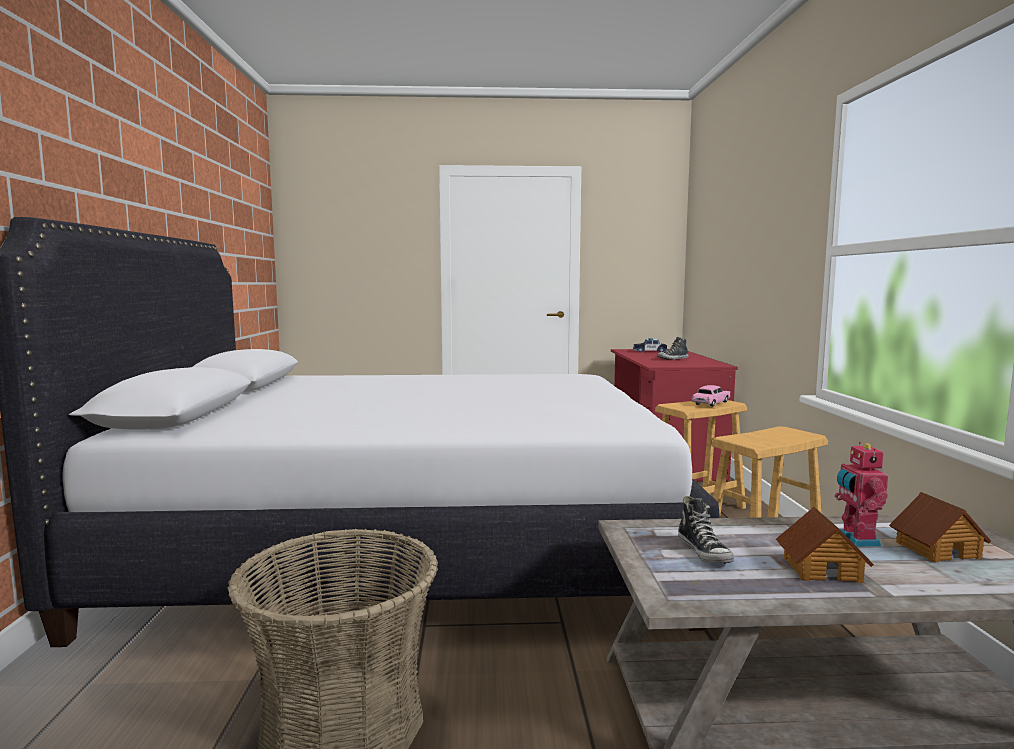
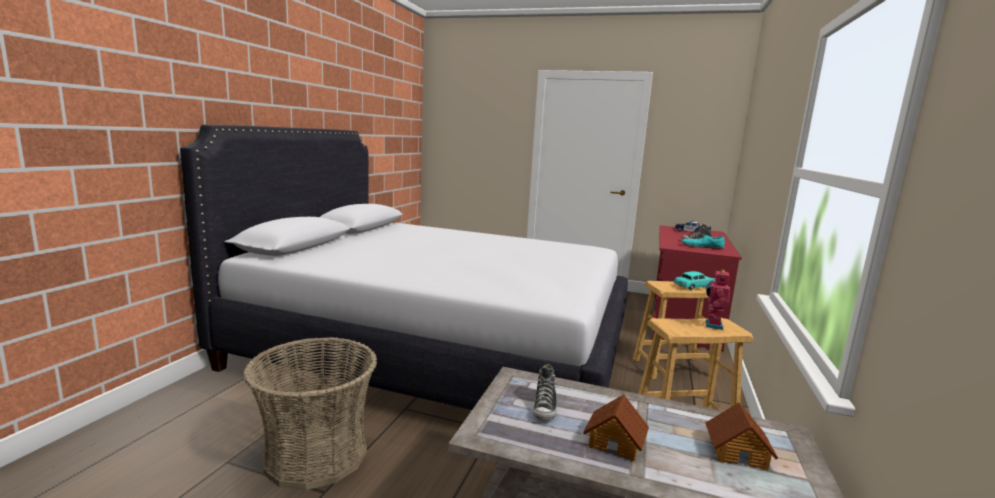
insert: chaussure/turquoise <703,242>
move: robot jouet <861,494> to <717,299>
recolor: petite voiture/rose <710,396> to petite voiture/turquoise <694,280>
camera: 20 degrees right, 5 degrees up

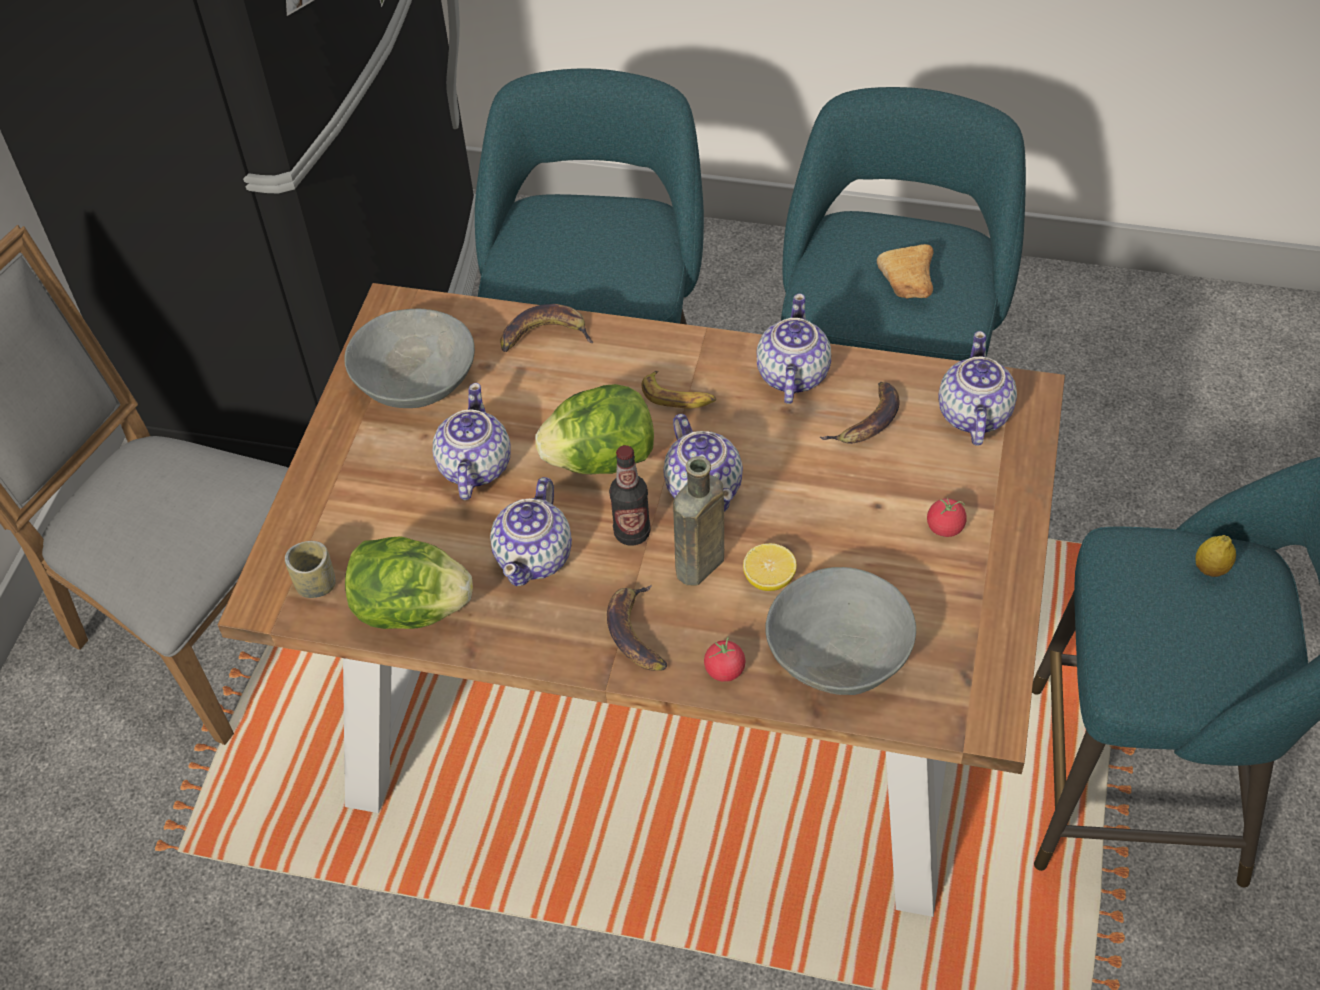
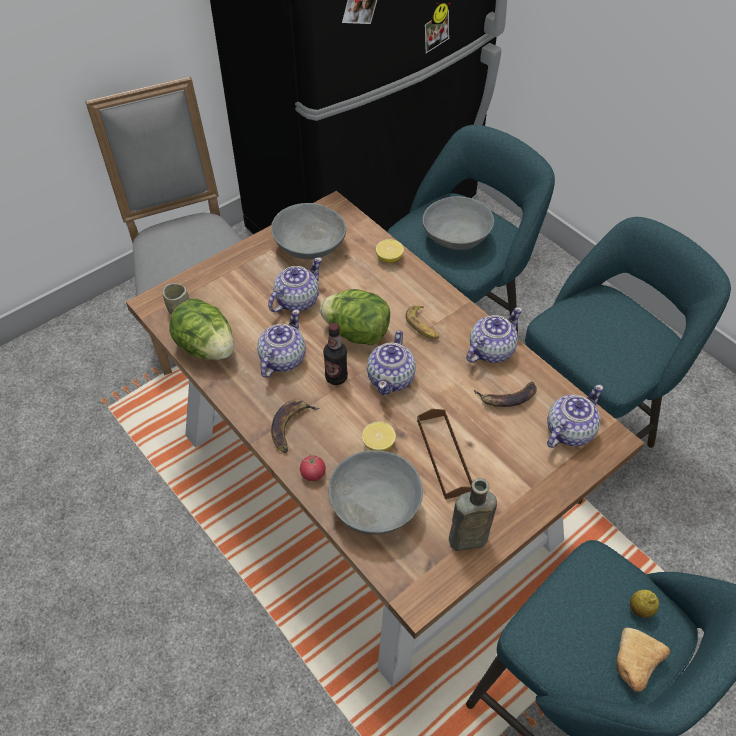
delete: tomate <947,517>
insert: plateau/marron <445,454>; bol/gris <458,223>
move: bouteille/marron <698,521> to <473,514>; pain <905,271> to <643,659>
replace: banane <547,328> to citron <390,251>
rotate: théière <531,531> = <281,343> 150 degrees clockwise
camera: 35 degrees right, 0 degrees up

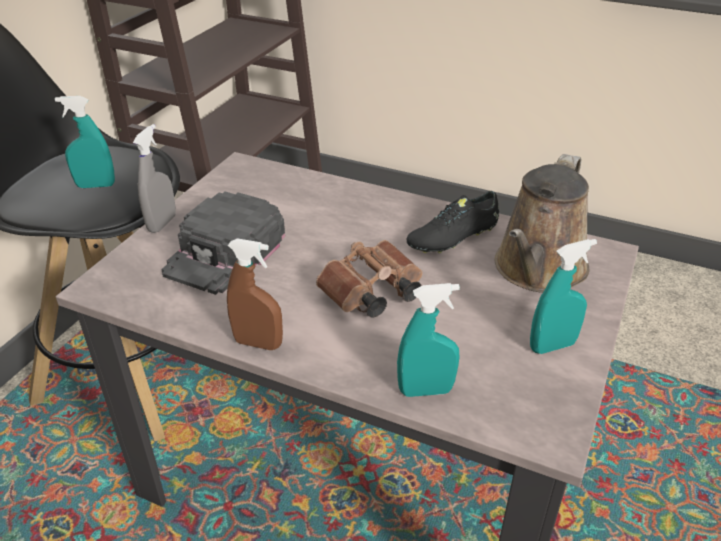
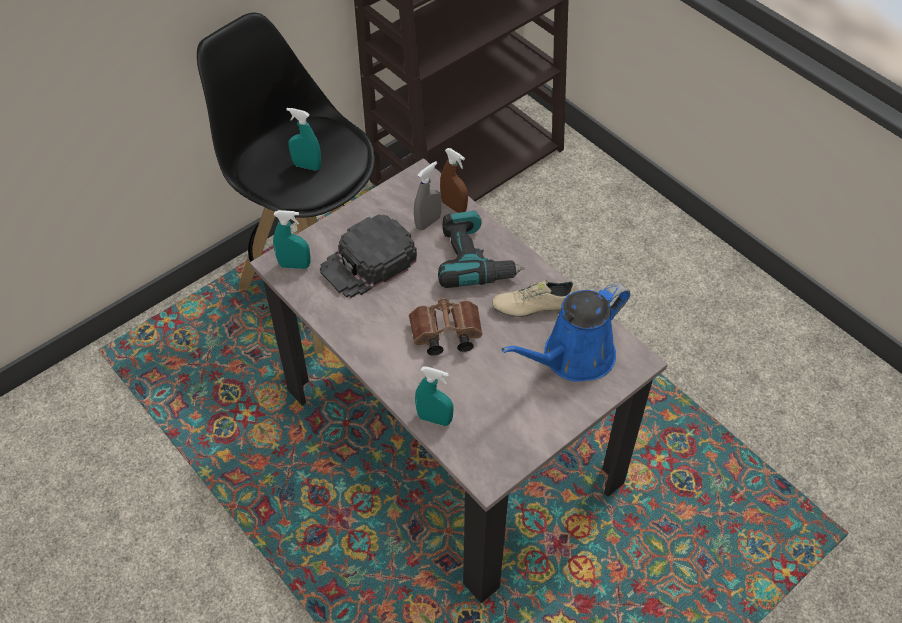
insert: perceuse <481,249>
move: vaporisateur/gris <154,178> to <428,195>; vaporisateur/marron <255,294> to <454,180>; vaporisateur/turquoise <563,296> to <292,239>
recolor: chaussure/noir <453,222> to chaussure/beige <534,298>; arrosoir/marron <542,223> to arrosoir/bleu <566,332>
camera: 25 degrees right, 15 degrees up

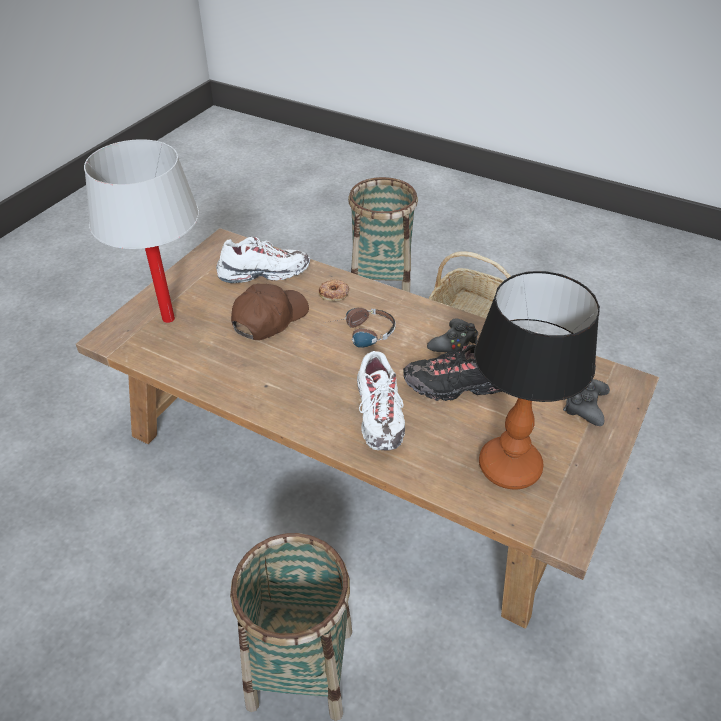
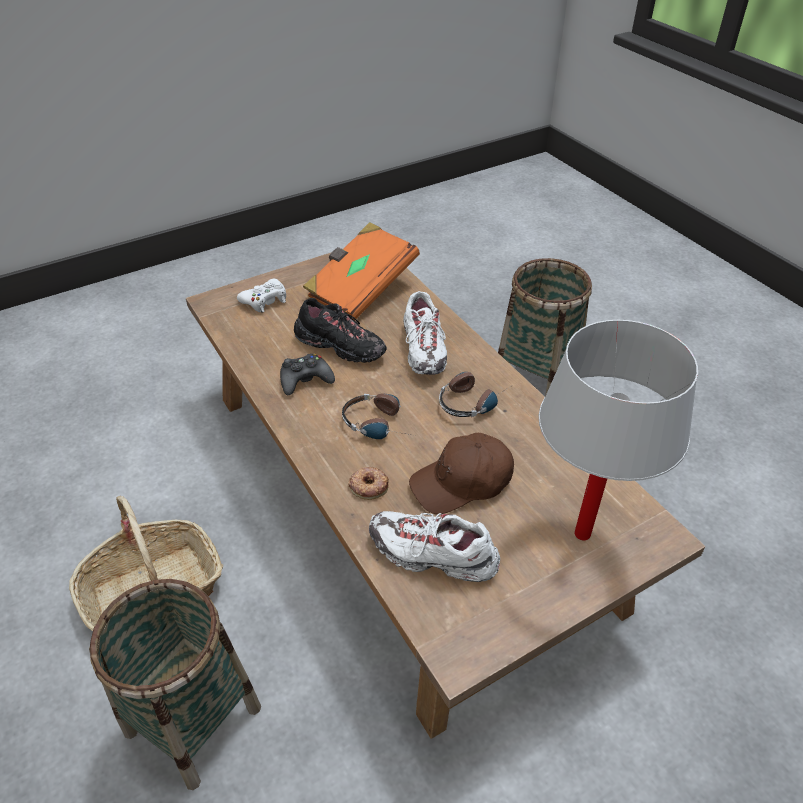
insert: casque audio <475,394>
replace: lampe de table <537,380> to livre/orange <361,270>
recolor: manette/noir <586,402> to manette/blanc <261,296>
rotate: chaussure/blanc <381,401> = <425,333> 150 degrees clockwise
camera: 150 degrees left, 0 degrees up

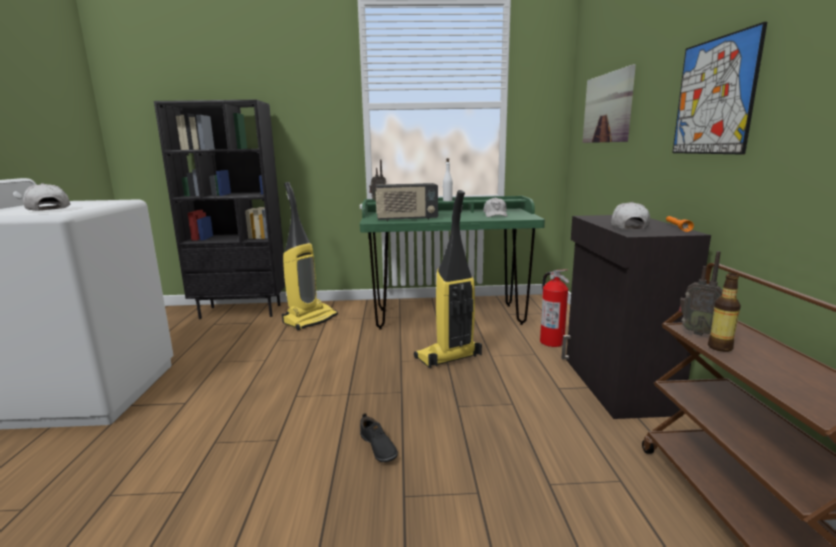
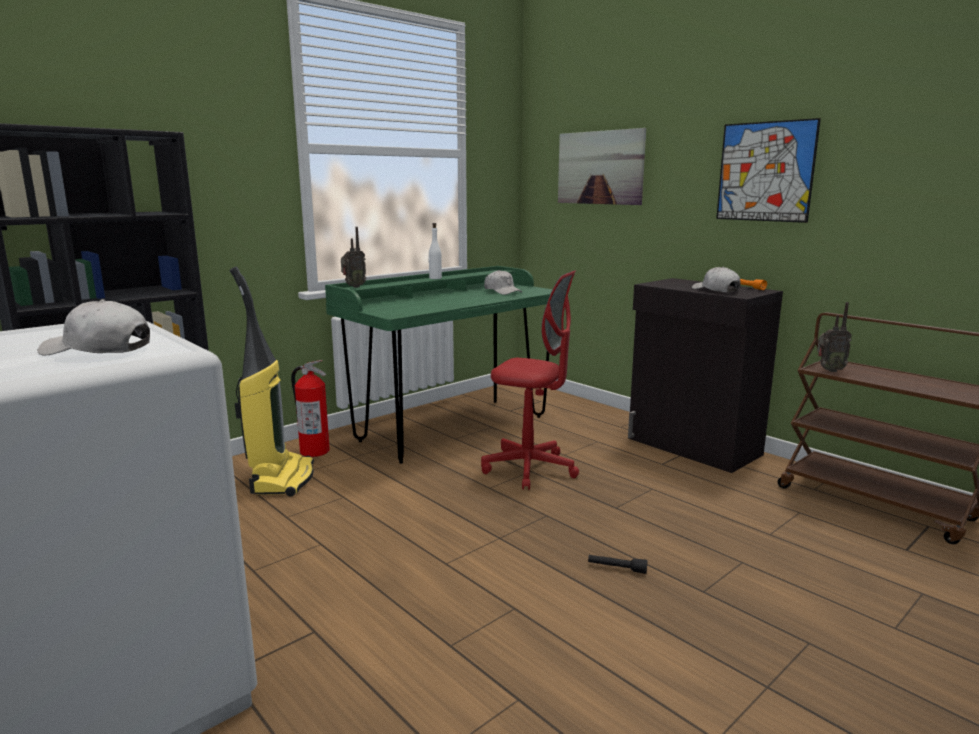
delete: radio <407,202>; bouteille <724,312>
move: extincteur <554,308> to <310,408>
replace: chaussure/noir <379,437> to lampe de poche/noir <618,564>; aspirateur <448,279> to chaise de bureau/rouge <530,380>
camera: 40 degrees left, 0 degrees up

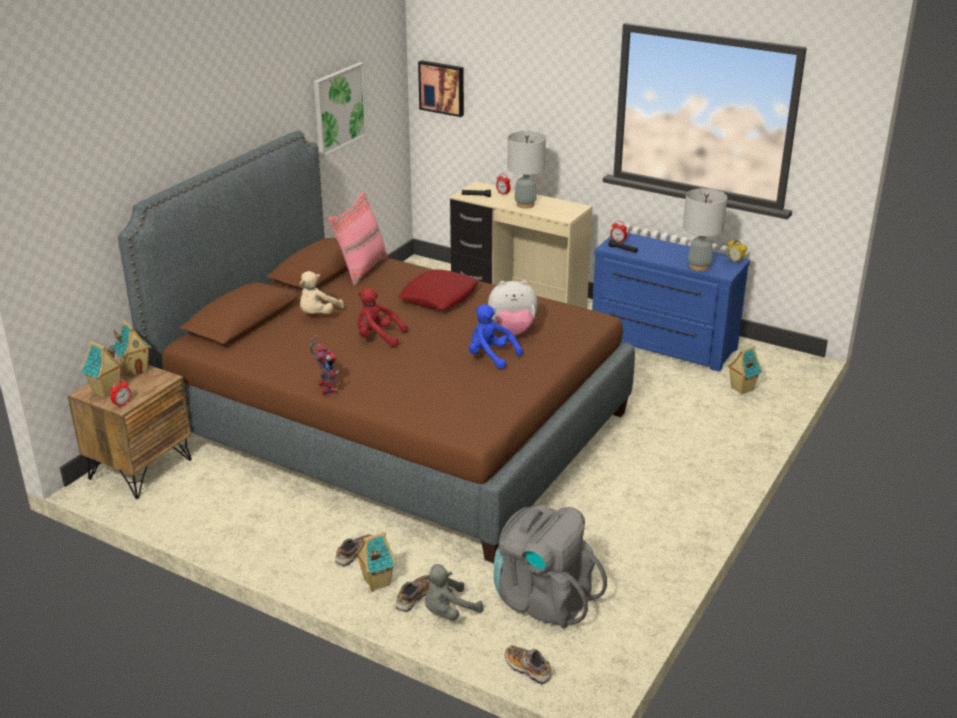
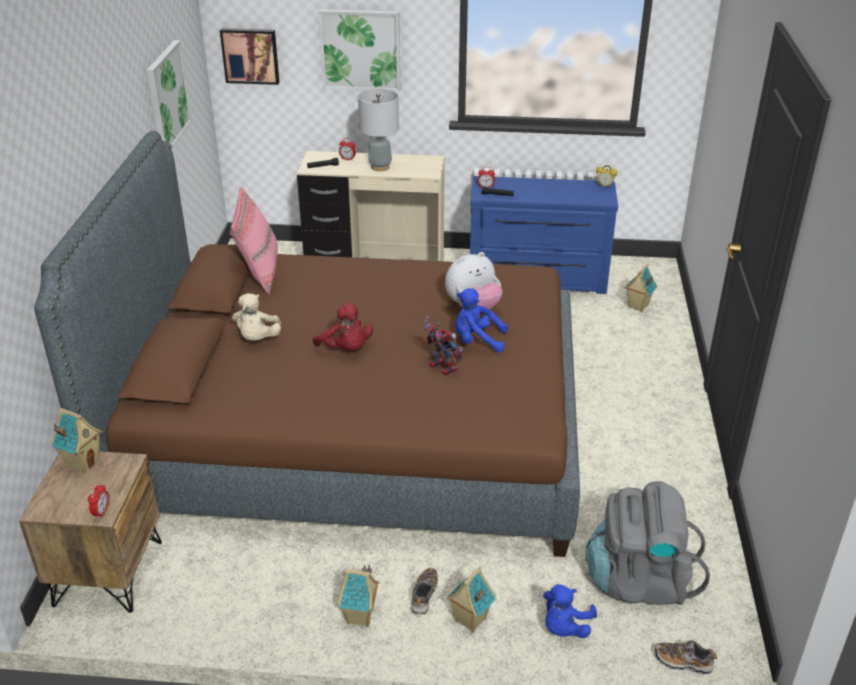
delete: chaussure <413,593>; coussin/rouge <438,289>; lampe de table/gris <705,229>
insert: tableau <359,50>
move: maison miniature <102,370> to <359,596>; robot jouet <324,364> to <443,346>
recolor: peluche/gris <453,592> to peluche/bleu <570,611>
rotate: peluche/rouge <382,317> = <343,326> 120 degrees counterclockwise
camera: 25 degrees left, 5 degrees up

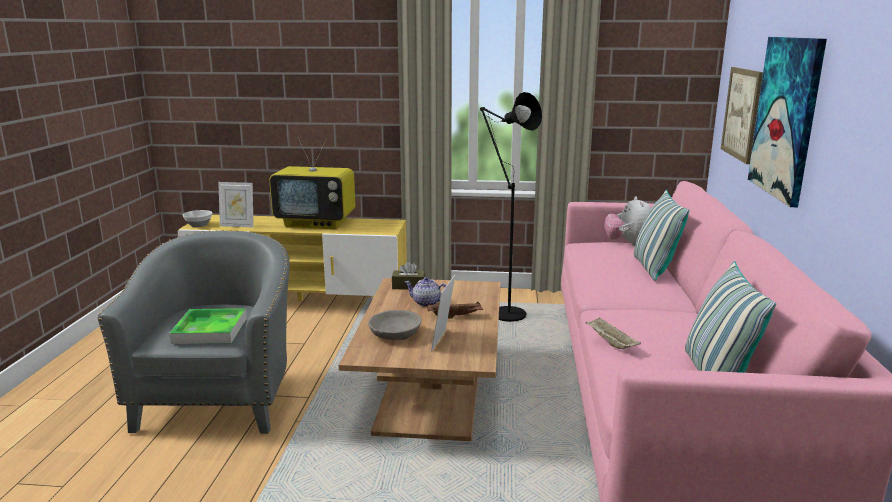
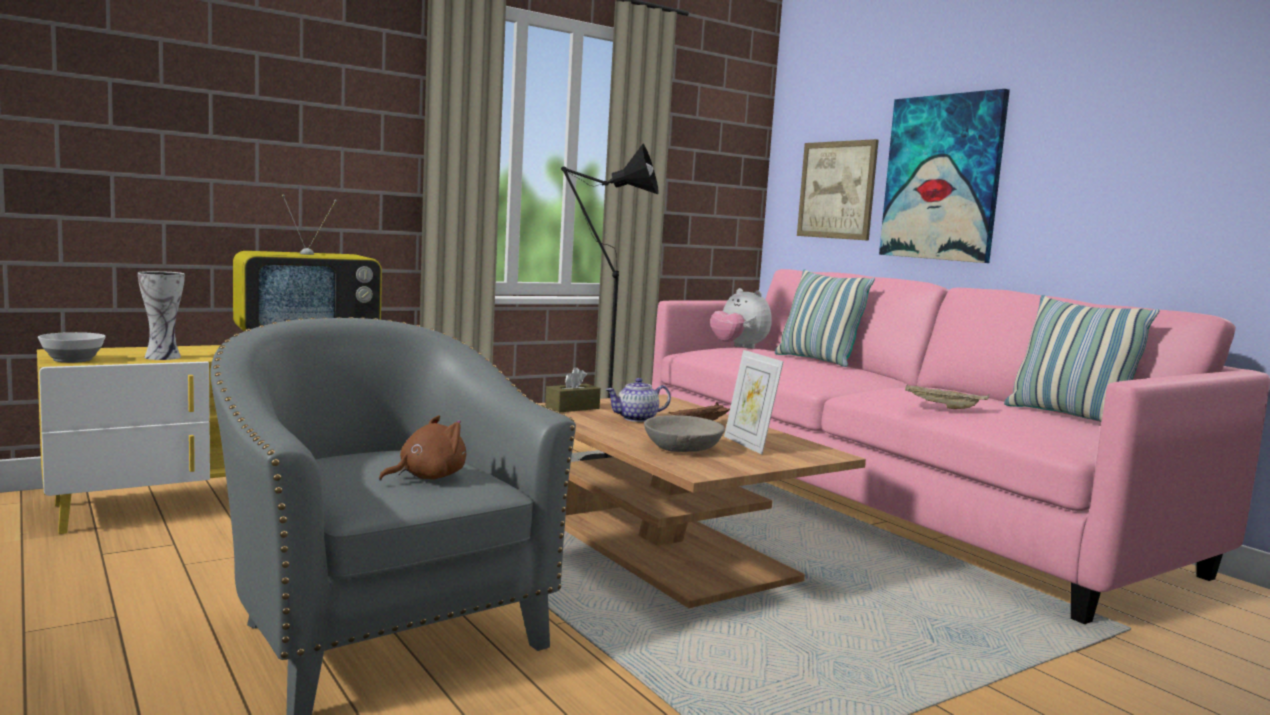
replace: plateau <208,326> to peluche/marron <422,448>; cadre photo <236,205> to vase <161,315>
camera: 40 degrees left, 10 degrees down

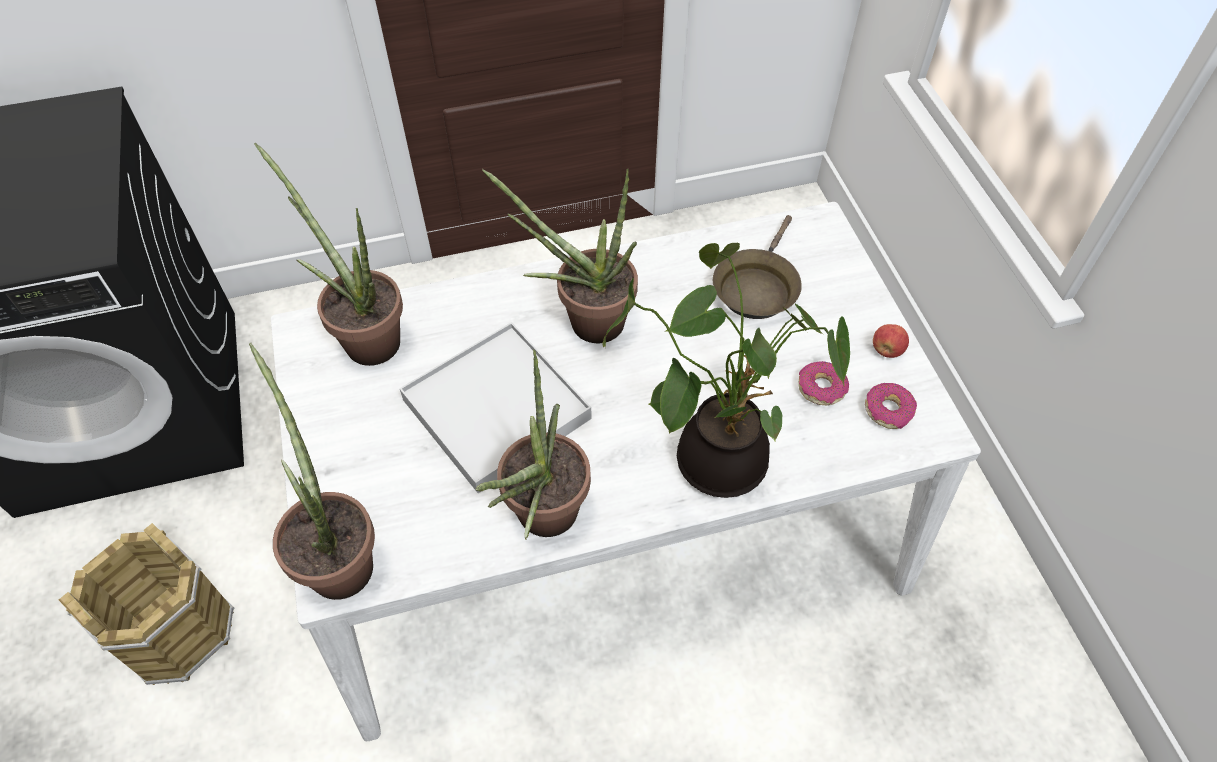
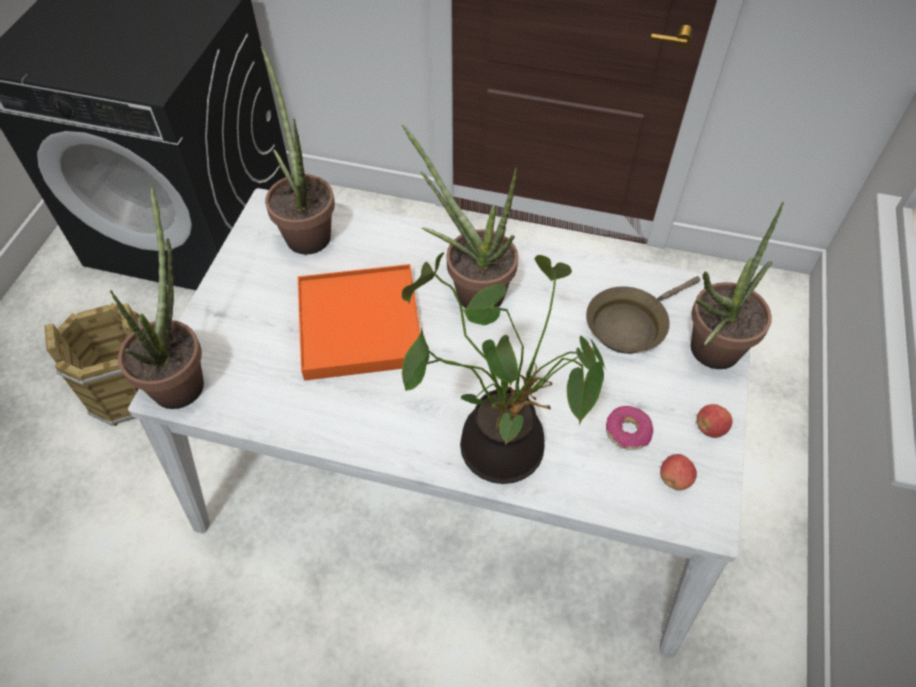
move: plante en pot <533,444> to <737,285>
replace: beignet <891,406> to pomme <678,472>
recolor: plateau/blanc <495,407> to plateau/orange <359,322>
camera: 30 degrees right, 0 degrees up

